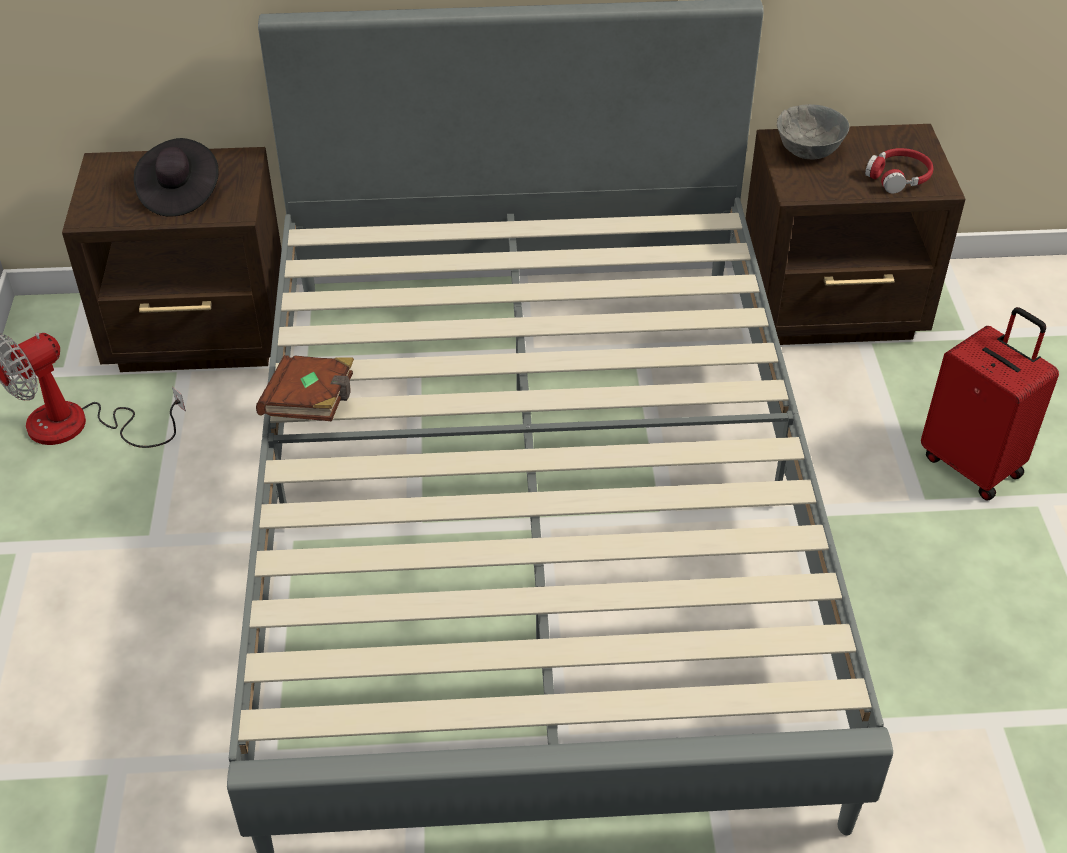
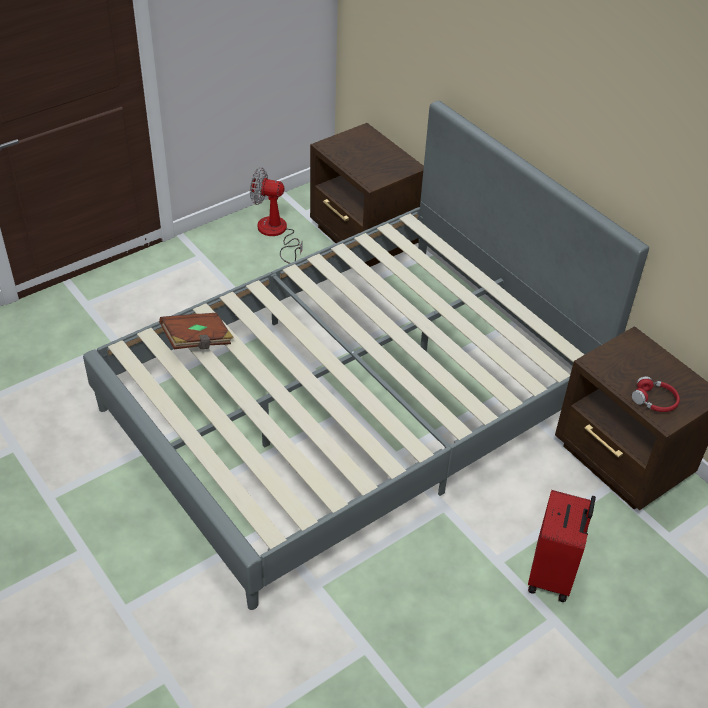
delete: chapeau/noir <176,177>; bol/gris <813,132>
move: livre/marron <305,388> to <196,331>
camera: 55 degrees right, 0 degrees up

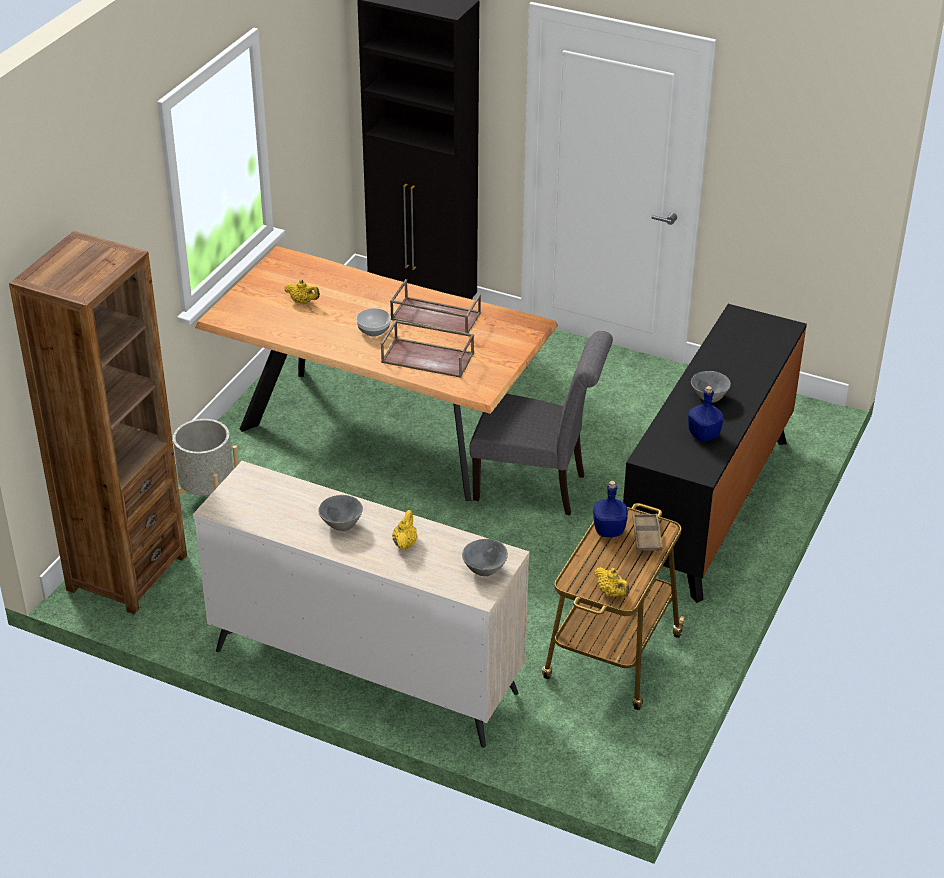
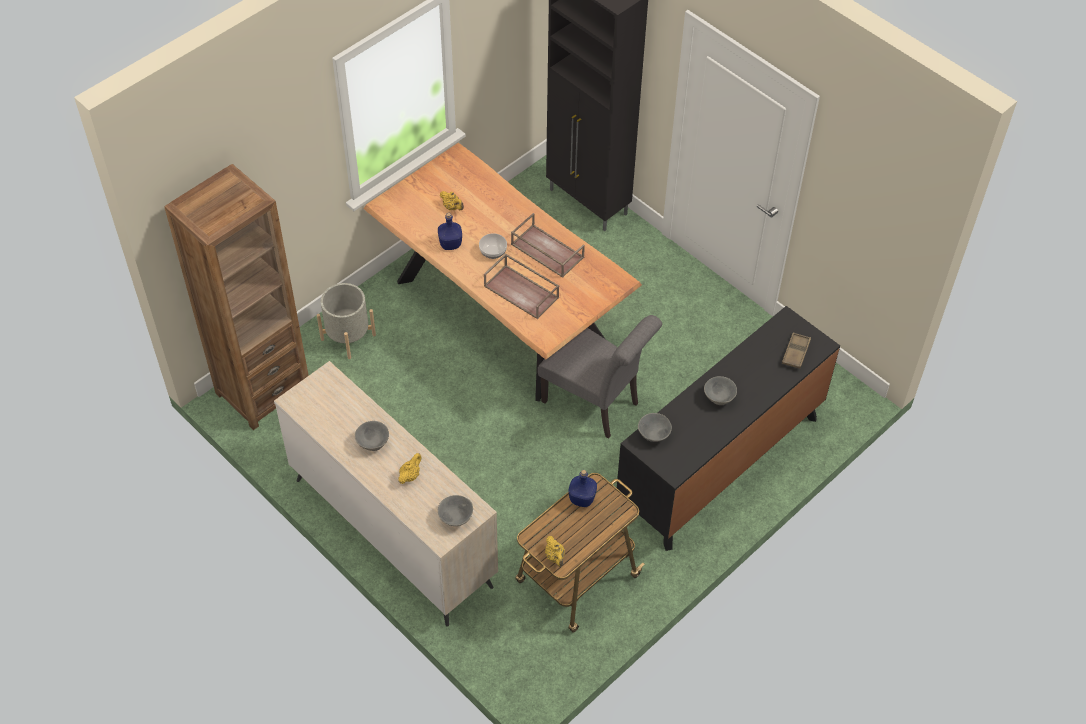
insert: bol/gris <655,427>
move: plateau/marron <647,532> to <796,350>; bouteille/bleu <706,414> to <450,231>
camera: 20 degrees right, 15 degrees up

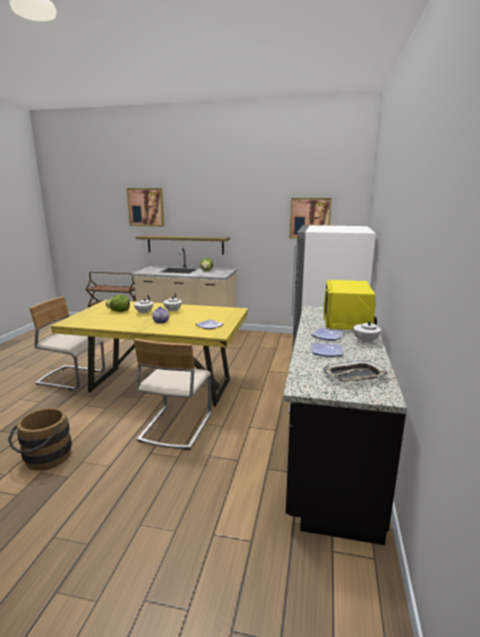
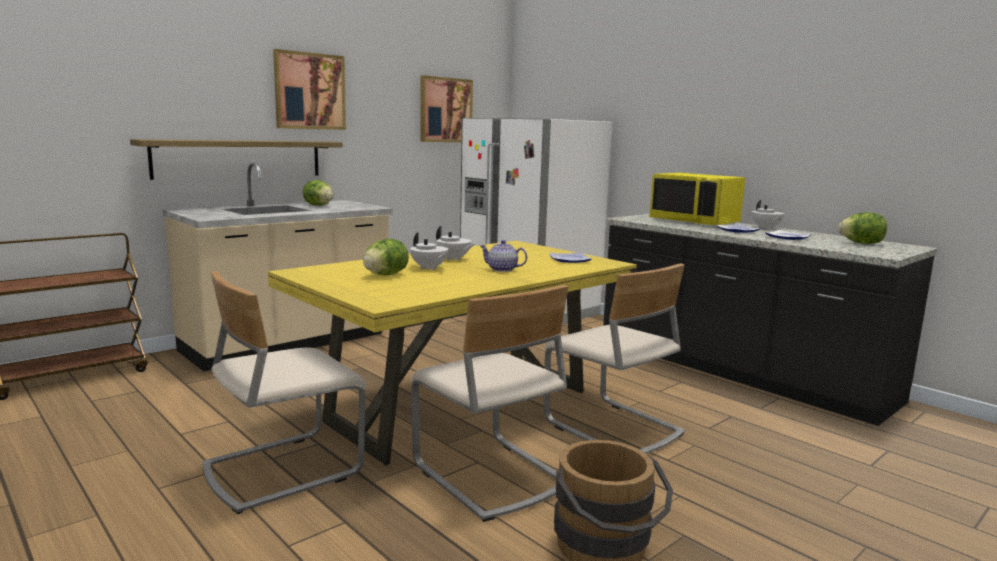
insert: chaise/beige <490,403>
move: tableau <145,207> to <309,89>
replace: plateau <355,371> to laitue <862,228>
camera: 55 degrees left, 5 degrees down

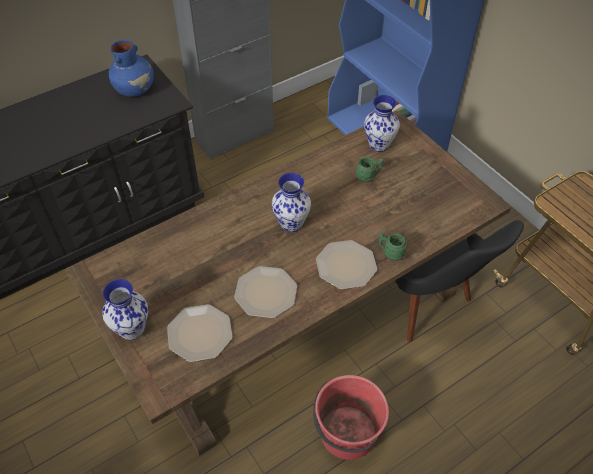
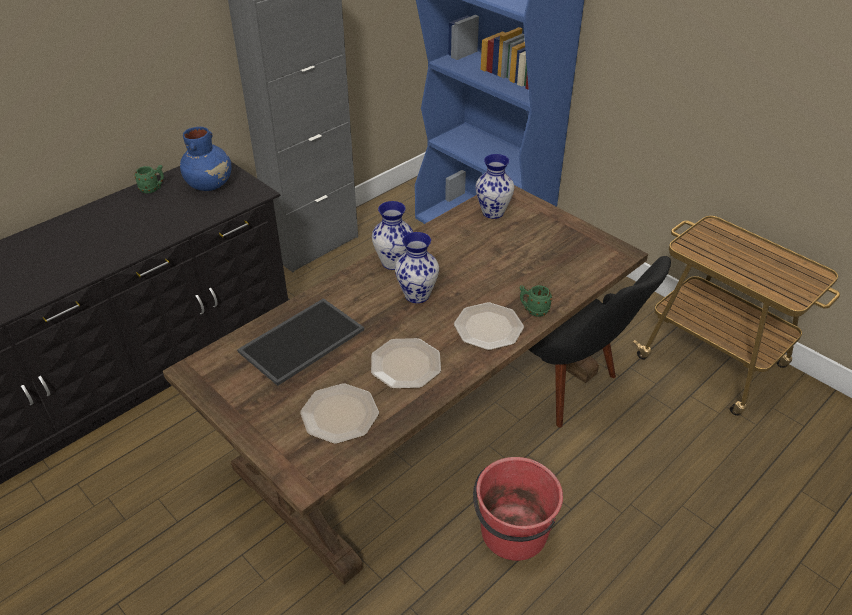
insert: plateau <300,342>
move: vase <125,309> to <392,235>; mug/vert <370,170> to <149,179>
camera: 10 degrees left, 10 degrees down

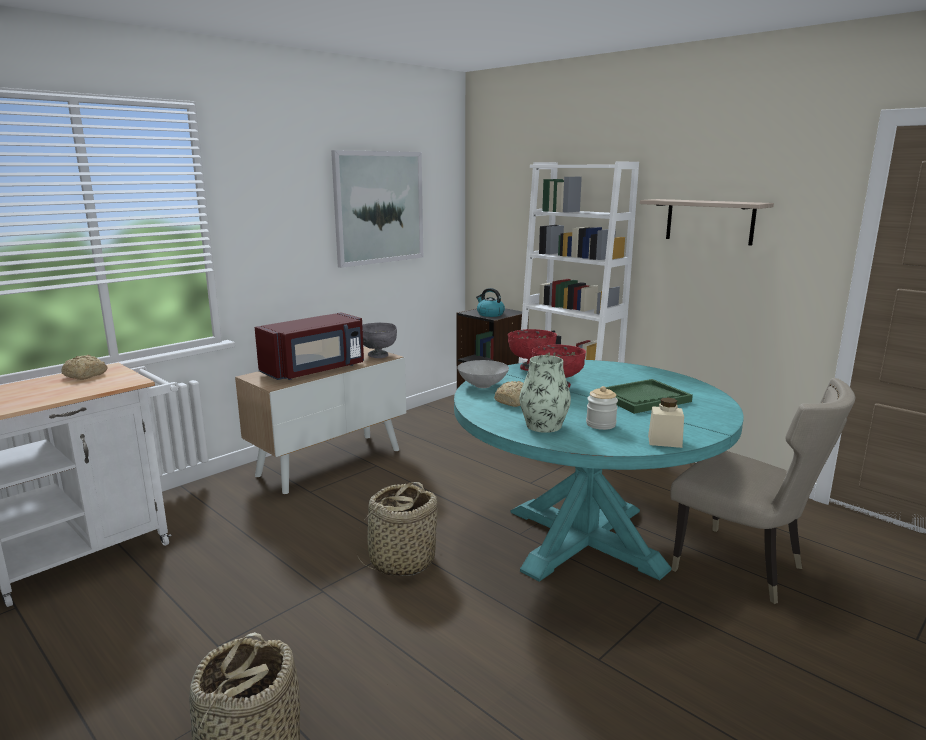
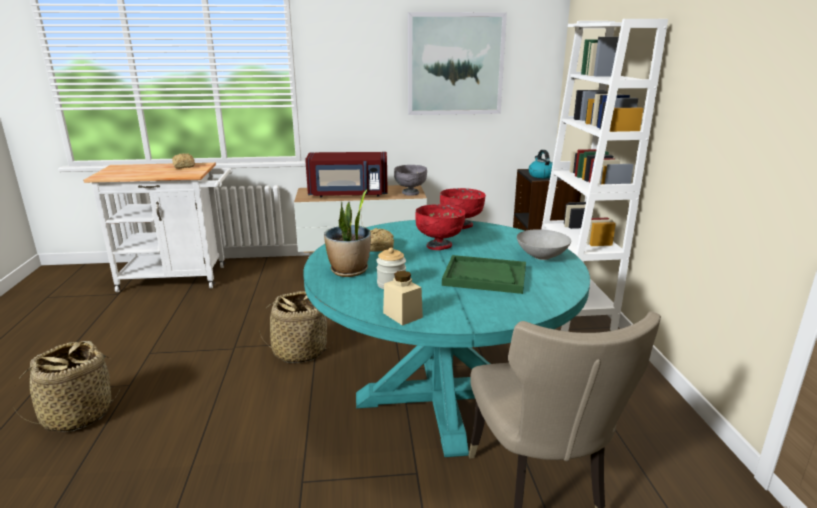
delete: étagère <707,222>
move: bol/gris <483,374> to <544,244>
replace: vase <545,394> to plante en pot <347,233>
camera: 40 degrees right, 5 degrees up

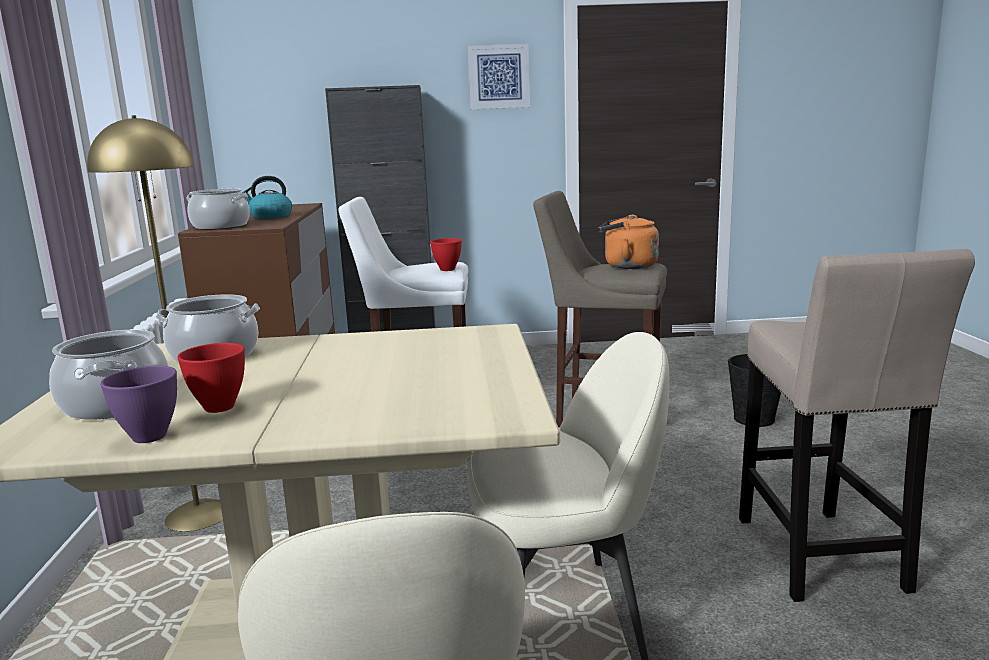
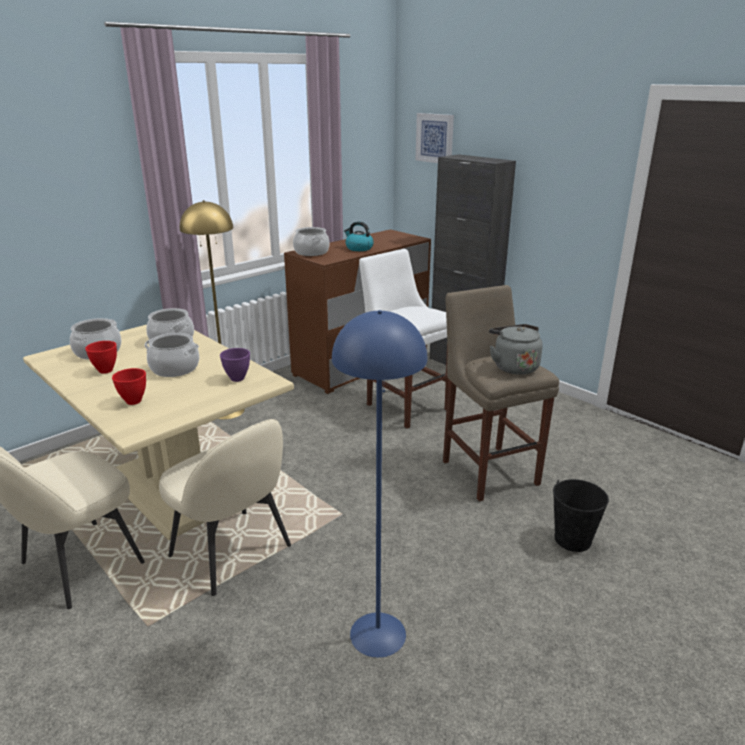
insert: marmite <172,355>
move: bol/violet <138,404> to <235,365>; bol/rouge <446,254> to <129,386>; tableau <499,76> to <435,138>
replace: tabouret/beige <857,425> to lampadaire/bleu <379,484>
recolor: bouilloire/orange <628,242> to bouilloire/gris <516,349>
camera: 50 degrees right, 10 degrees up

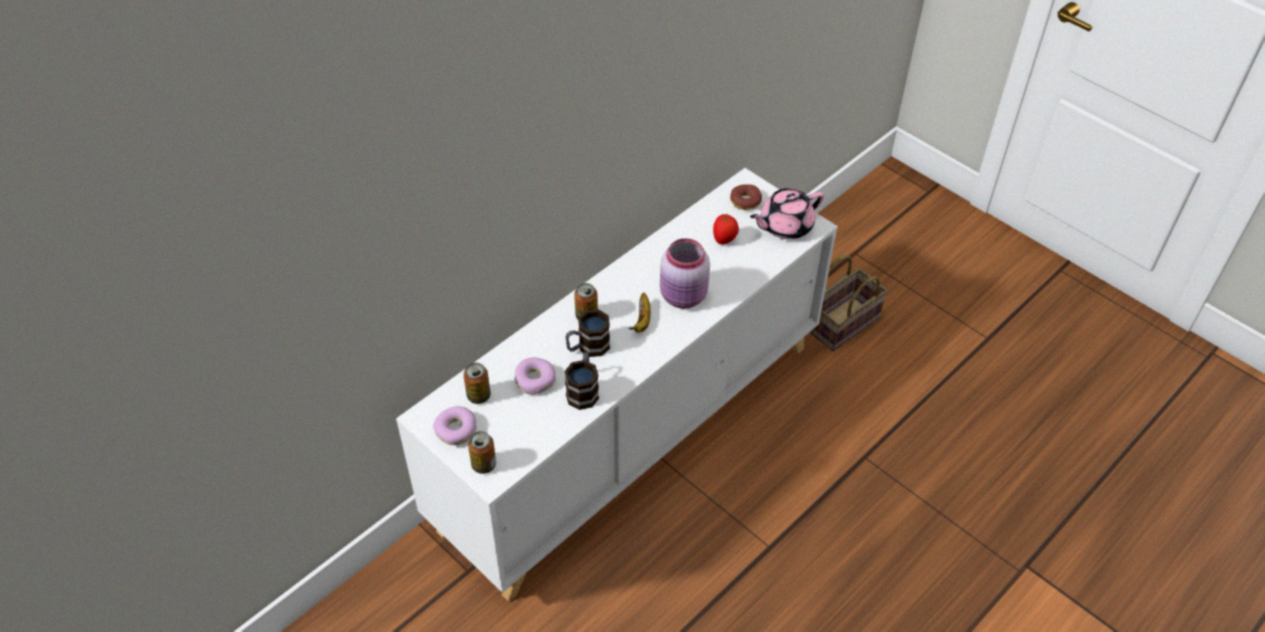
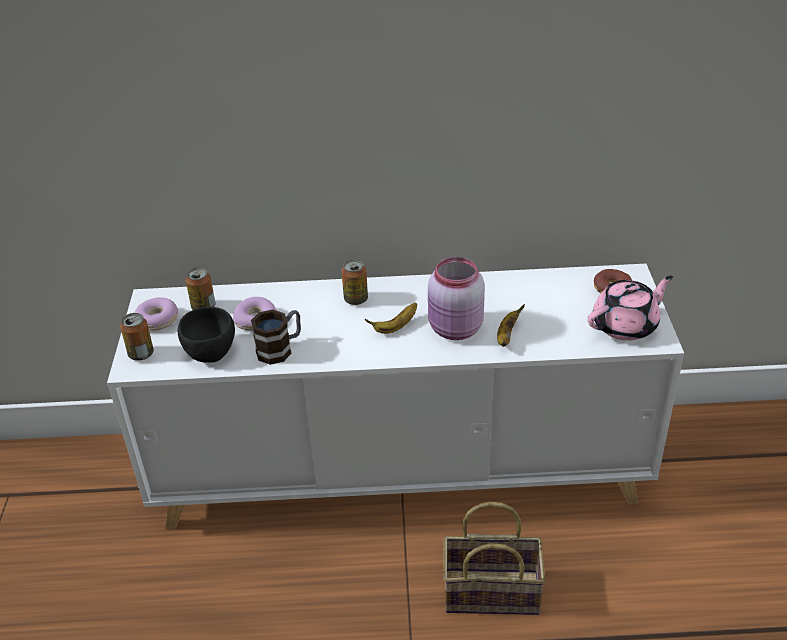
delete: mug <587,333>; tomate <726,229>
insert: bol/noir <206,335>; banane <511,325>
move: panier <848,303> to <494,558>
rotate: théière/rose <787,213> = <630,308> 135 degrees clockwise
camera: 45 degrees right, 10 degrees down

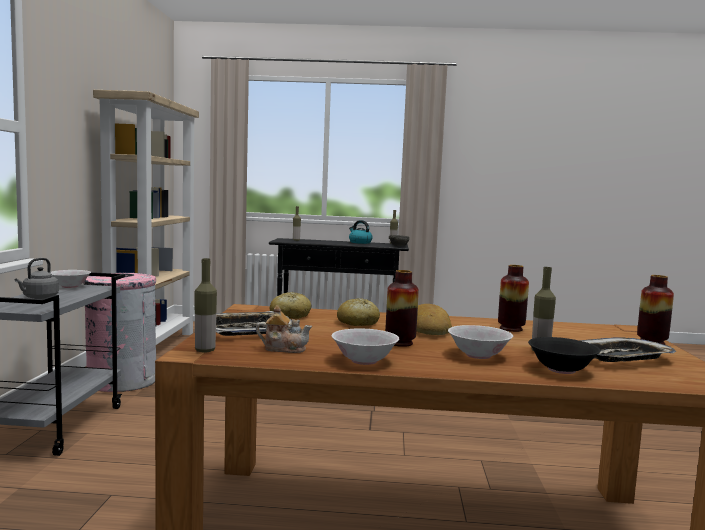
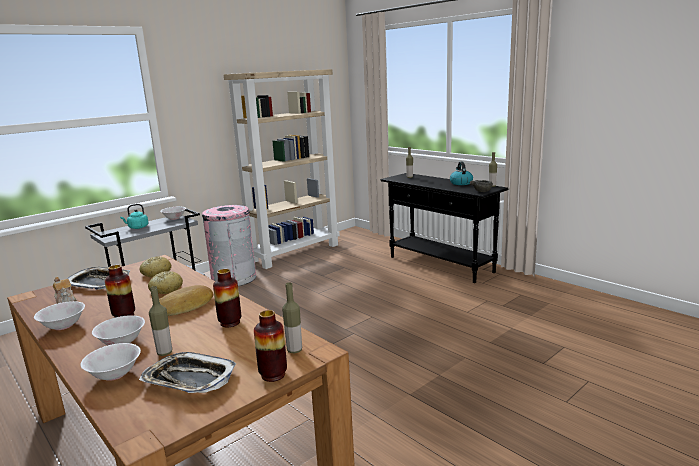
move: bouteille <205,305> to <292,317>
recolor: bouilloire/gris <37,278> to bouilloire/turquoise <134,216>; bol/noir <564,355> to bol/blanc <111,362>
camera: 45 degrees right, 10 degrees up

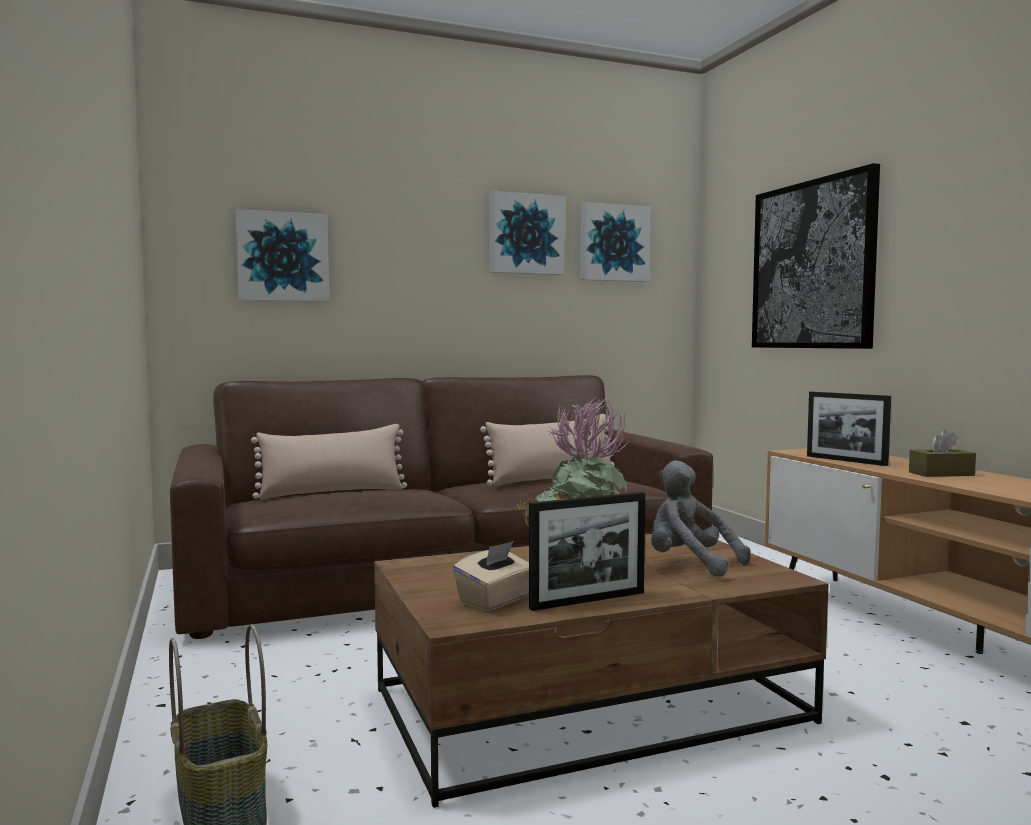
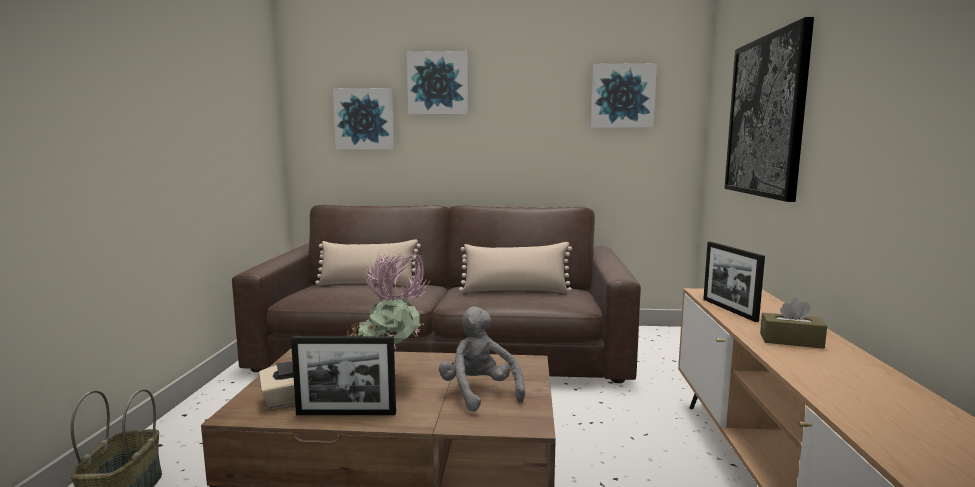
move: tableau <527,233> to <438,83>
camera: 25 degrees right, 5 degrees up

